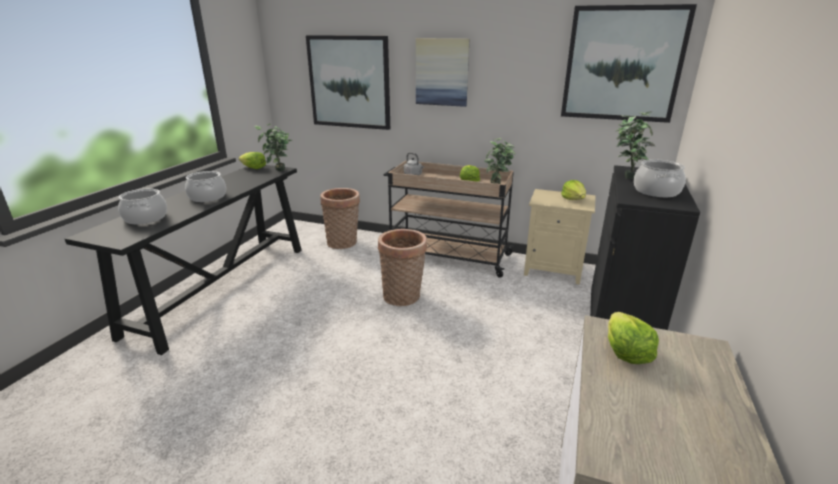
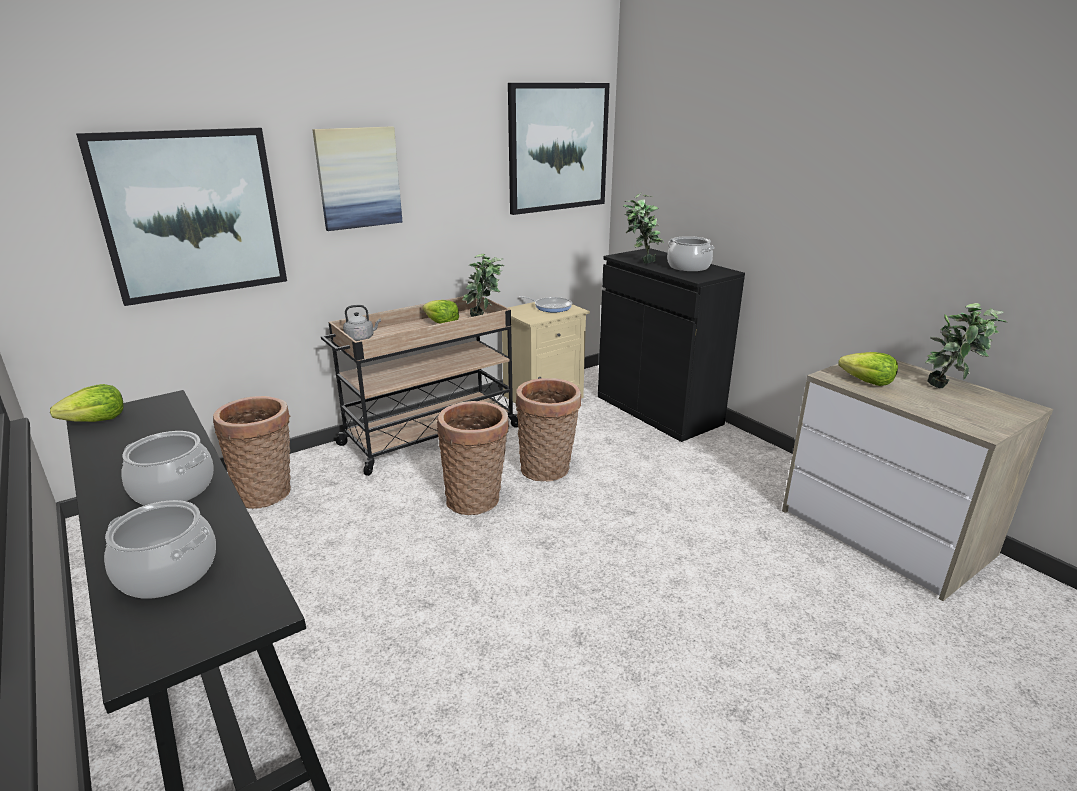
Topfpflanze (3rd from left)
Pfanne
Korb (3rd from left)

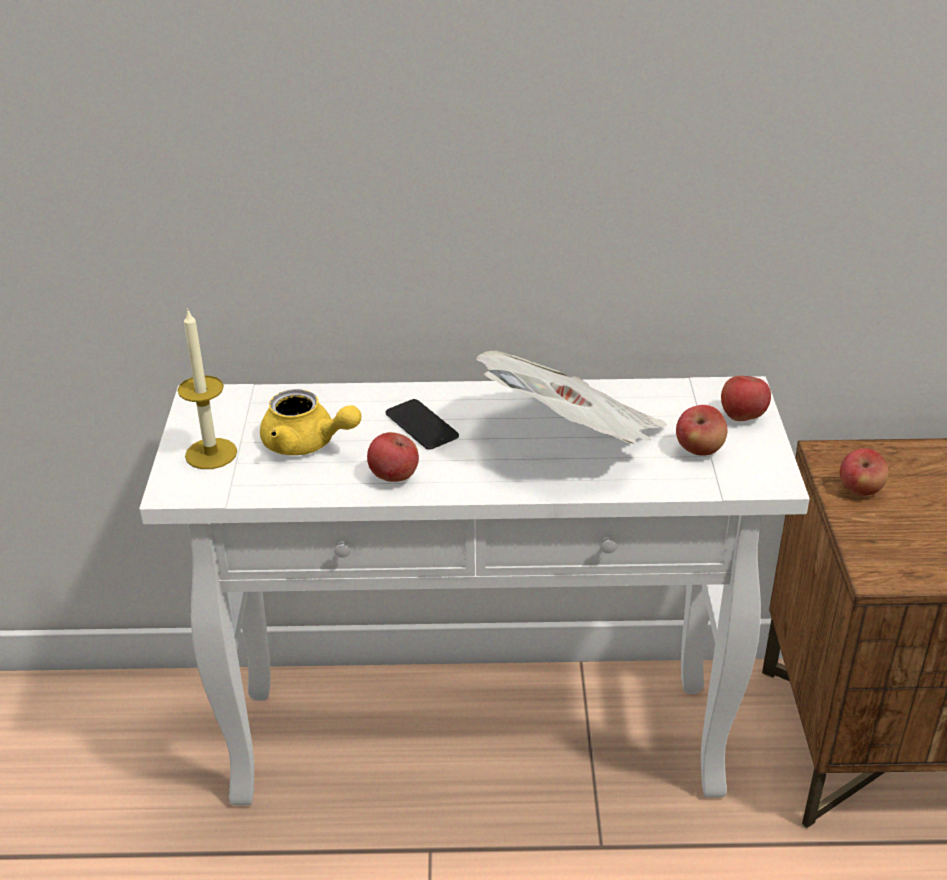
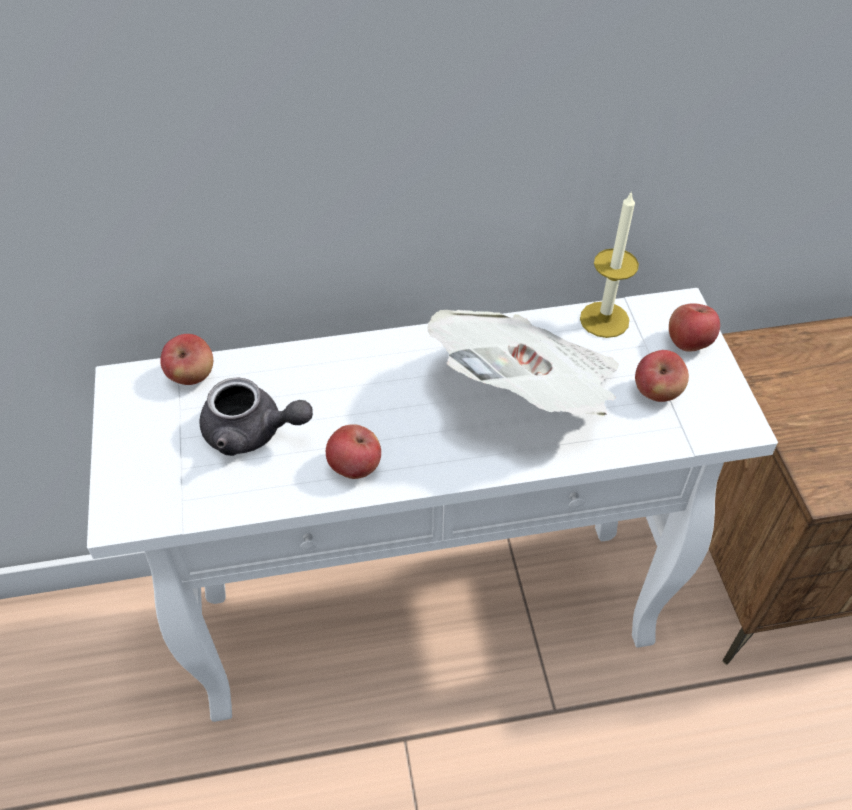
Kerze
Teekanne [grau]
Handy
Apfel (1st from left)

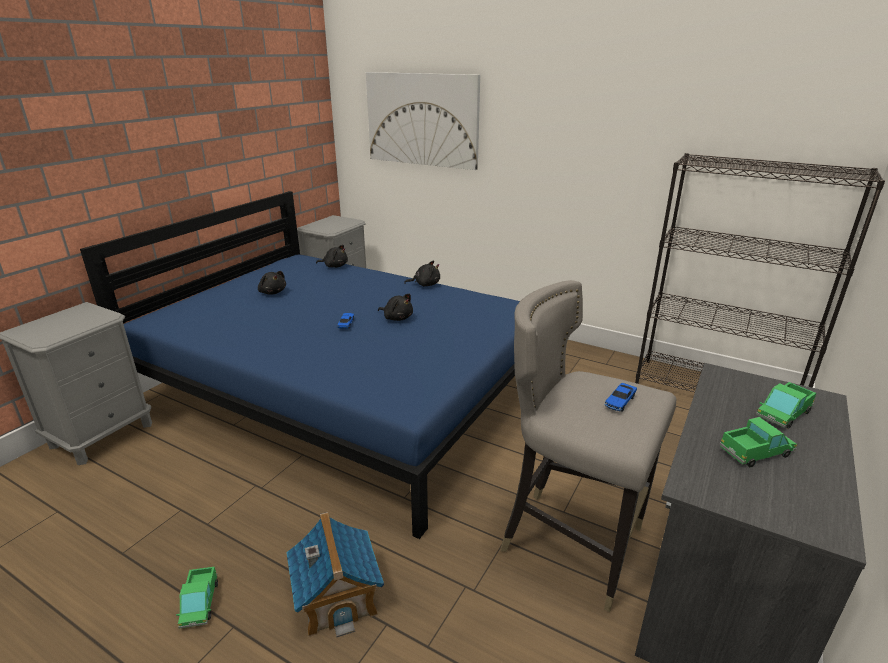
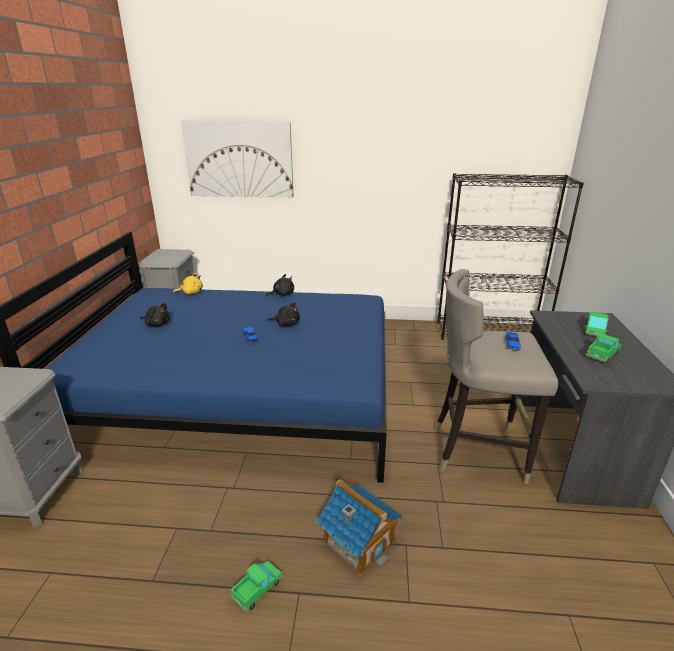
Spielzeuglaster (1st from left)
Plüschtier [gelb]

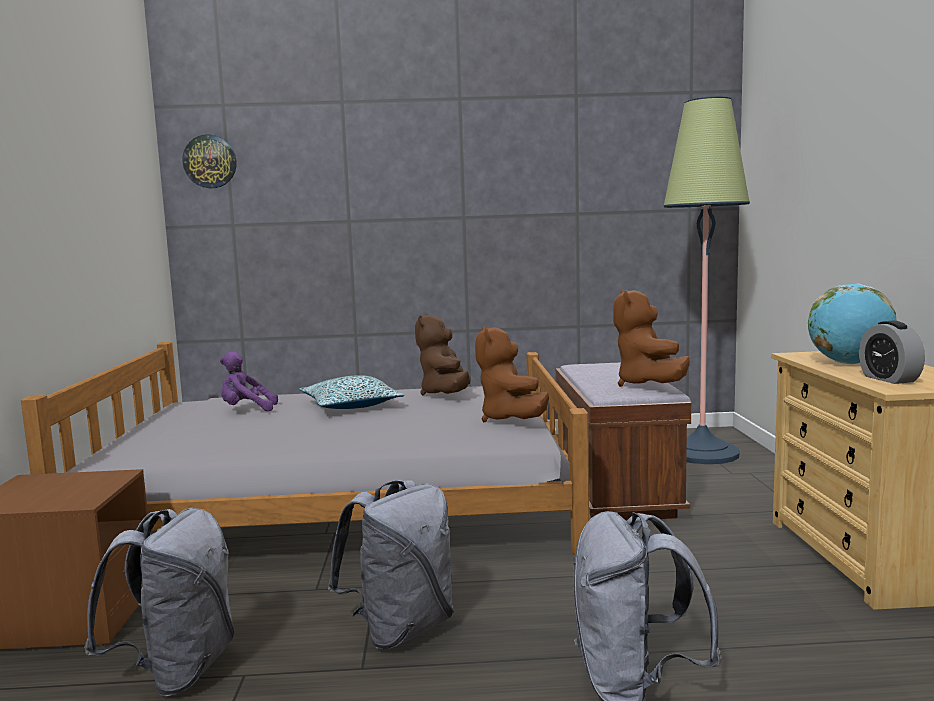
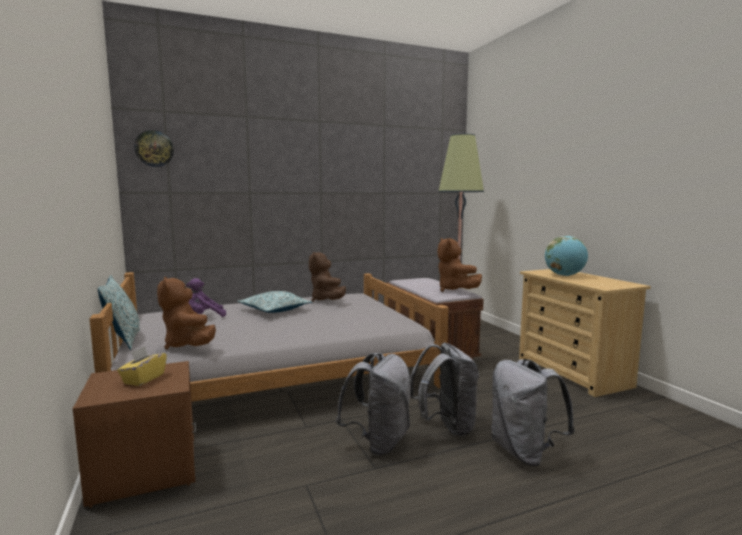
Rucksack [grau] (2nd from left)
Plüschtier [braun] (1st from left)
Wecker
Kissen (1st from left)
Taschentuchbox [gelb]

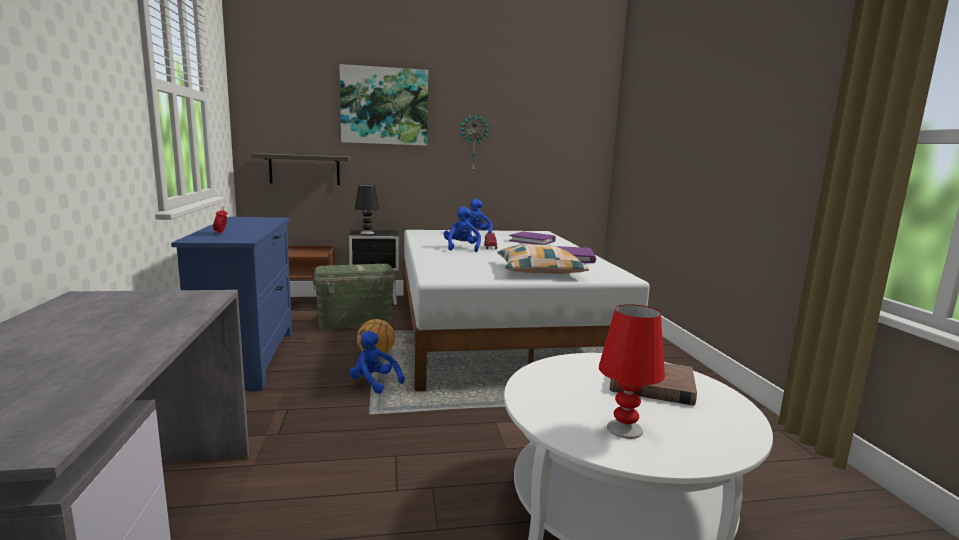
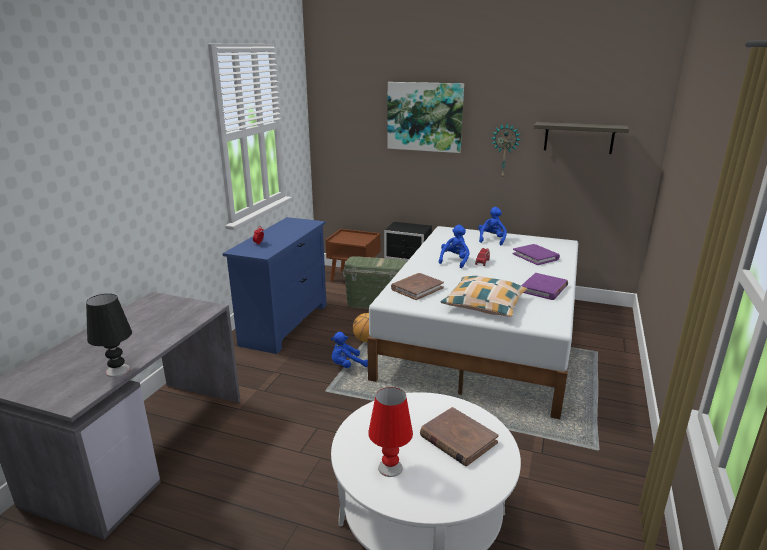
Wandregal
Plüschtier [blau] (1st from left)
Tischlampe [schwarz]
Buch [braun] (1st from left)

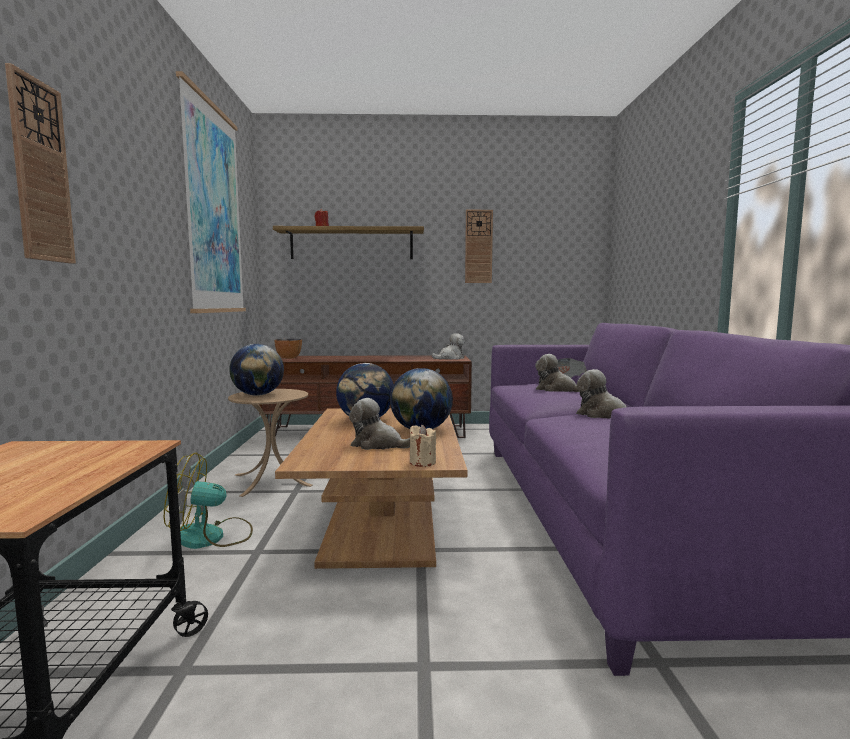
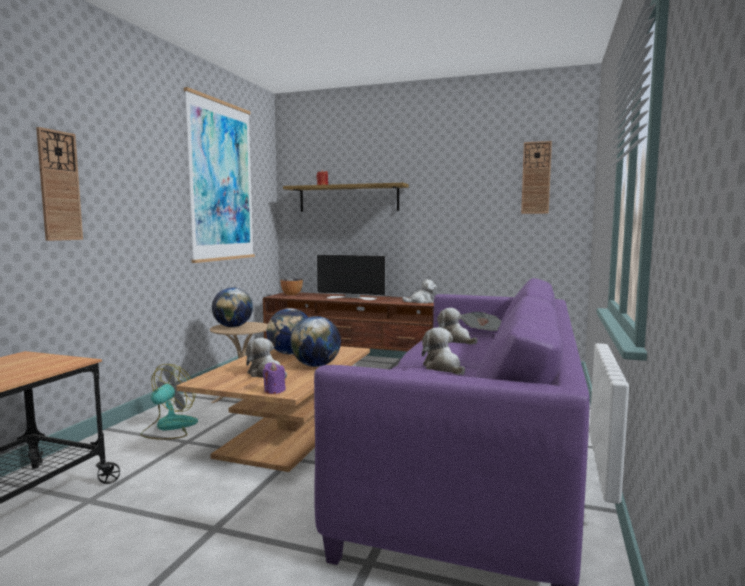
Ventilator
Kerze [lila]
Wanduhr (2nd from left)
Fernseher

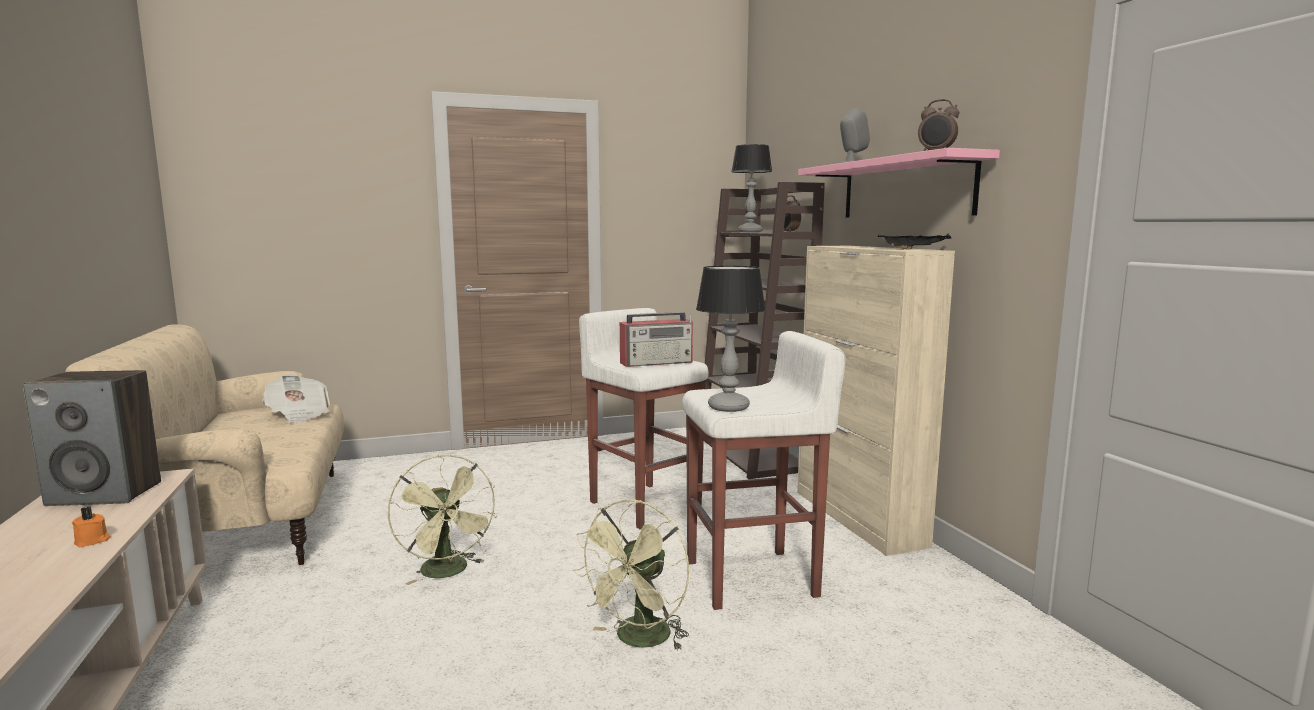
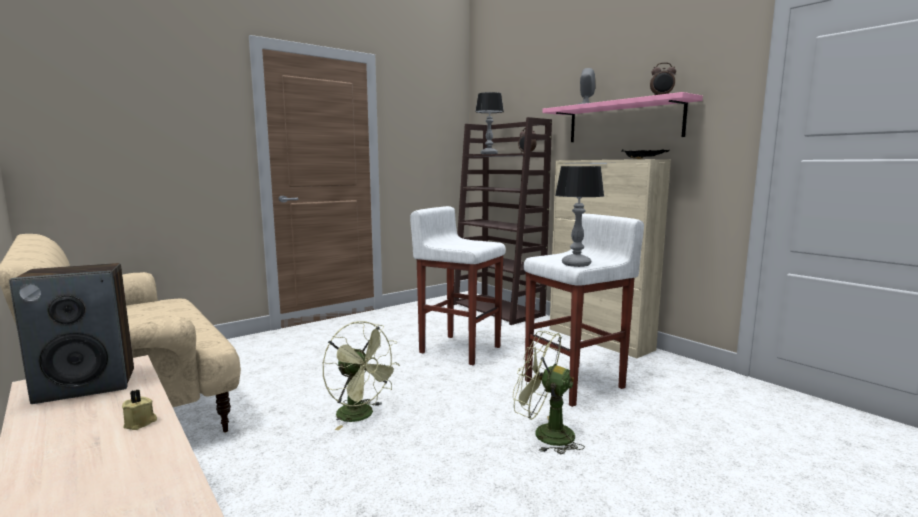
Kerze [beige]
Zeitung
Ventilator [grün] (2nd from left)
Radio

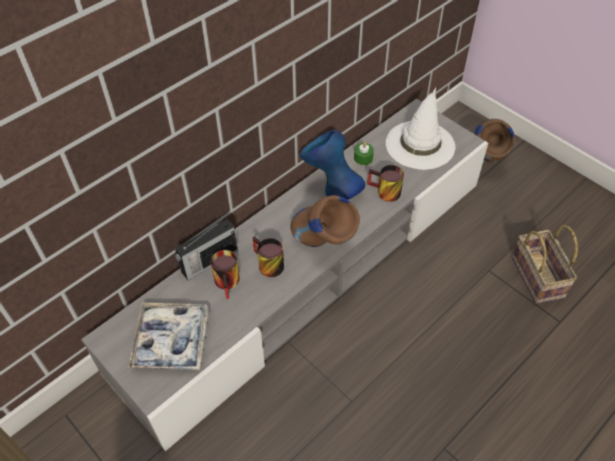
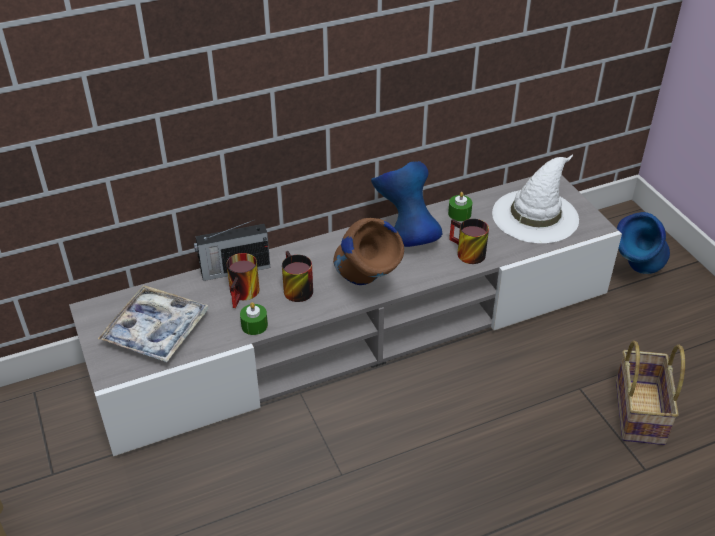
Vase [blau] (2nd from left)
Kerze [grün] (1st from left)

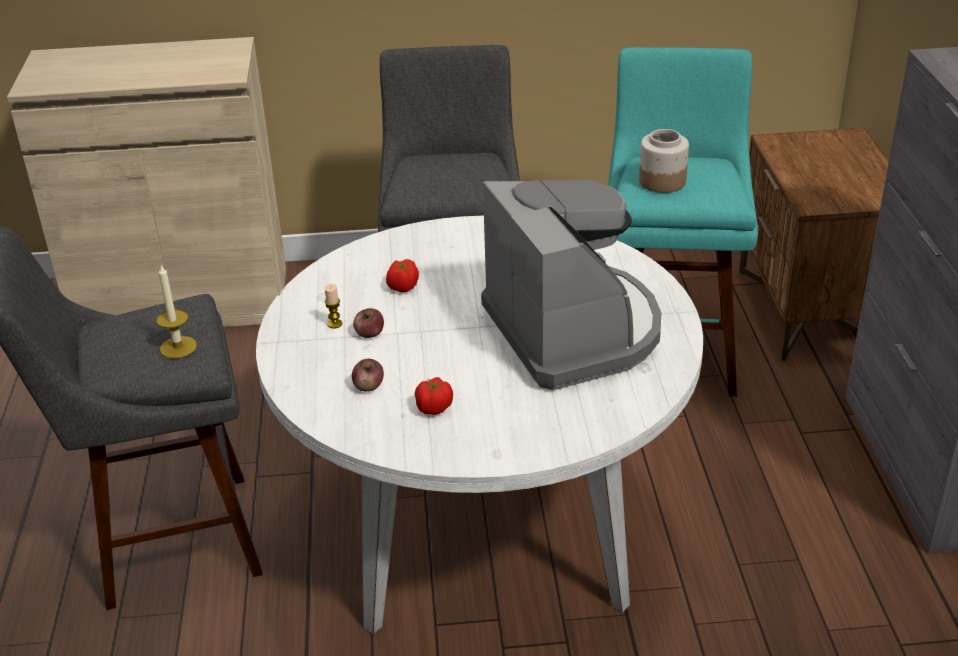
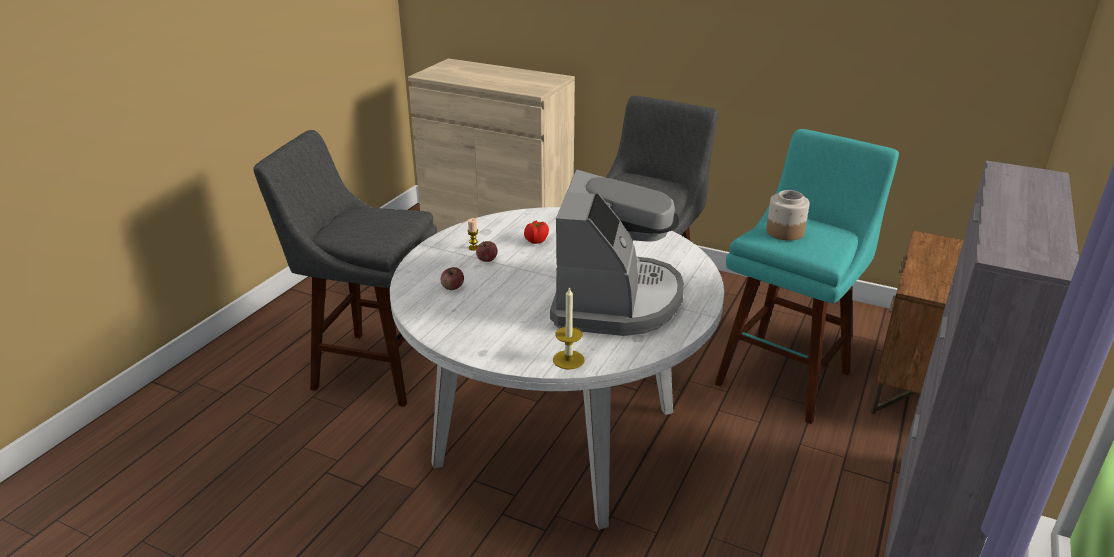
Kerze (2nd from left)
Tomate (2nd from left in the first image)

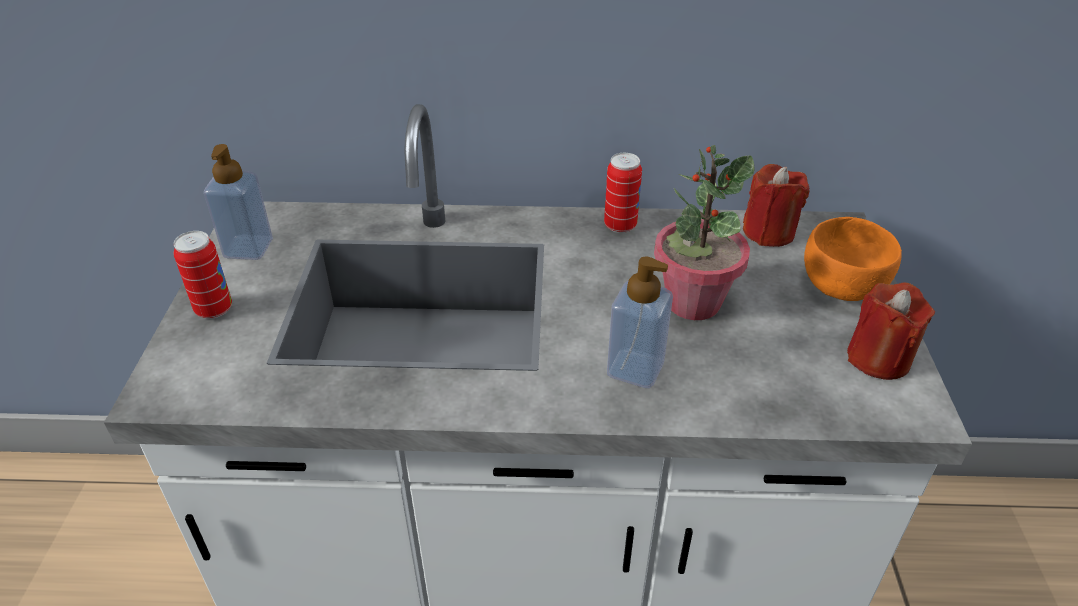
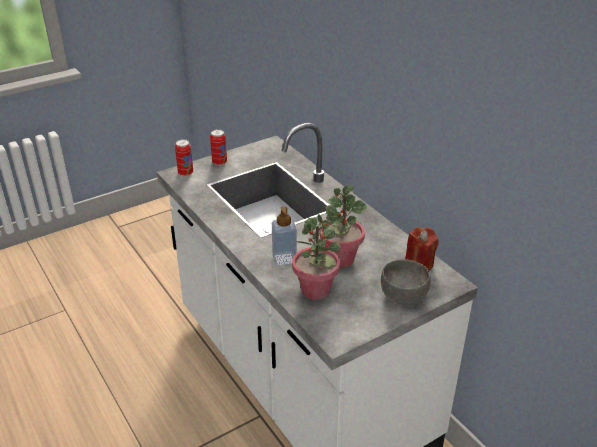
Seifenspender (1st from left in the first image)
Dose (1st from left)
Schüssel [grau]
Kerze [rot] (2nd from left in the first image)
Topfpflanze (1st from left)

